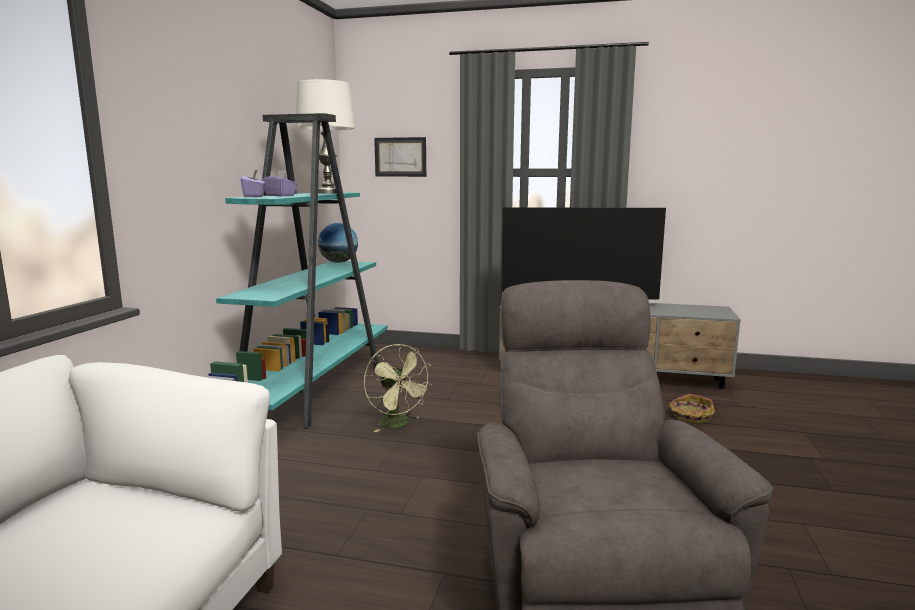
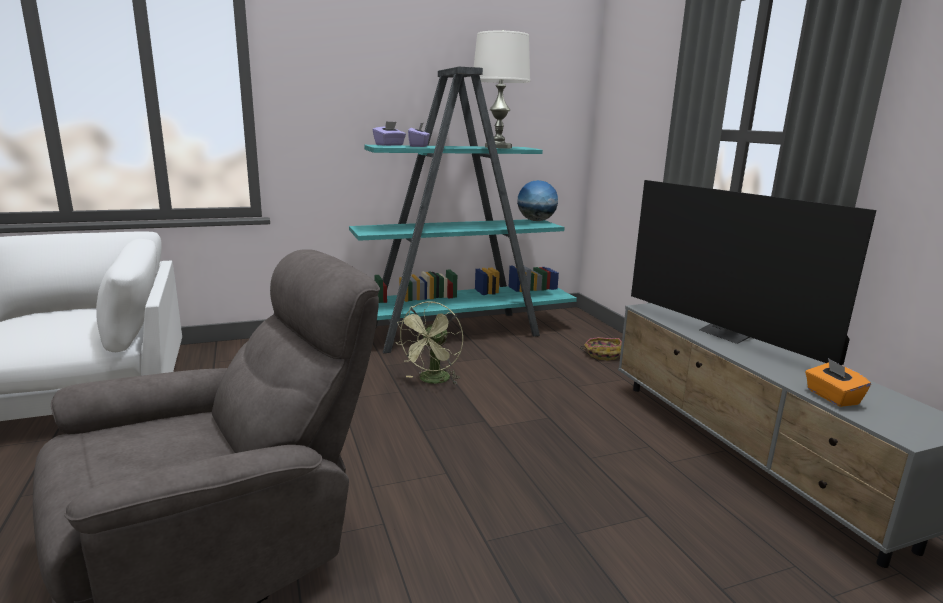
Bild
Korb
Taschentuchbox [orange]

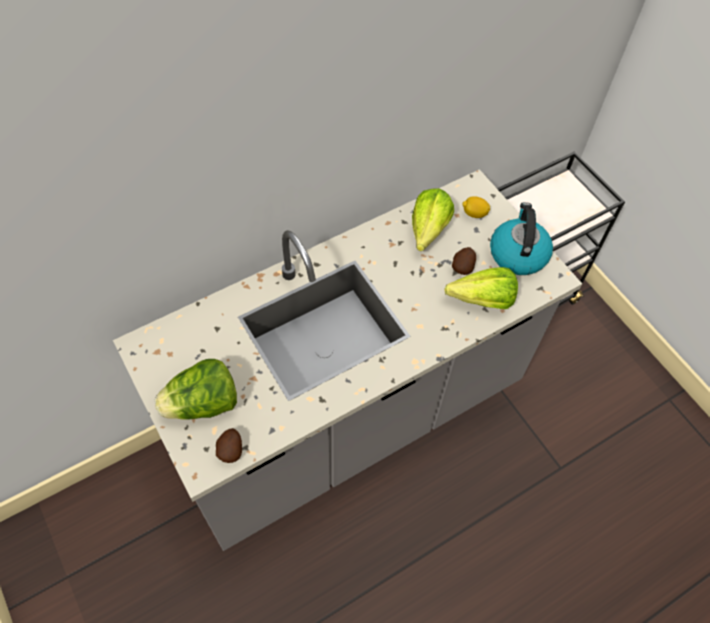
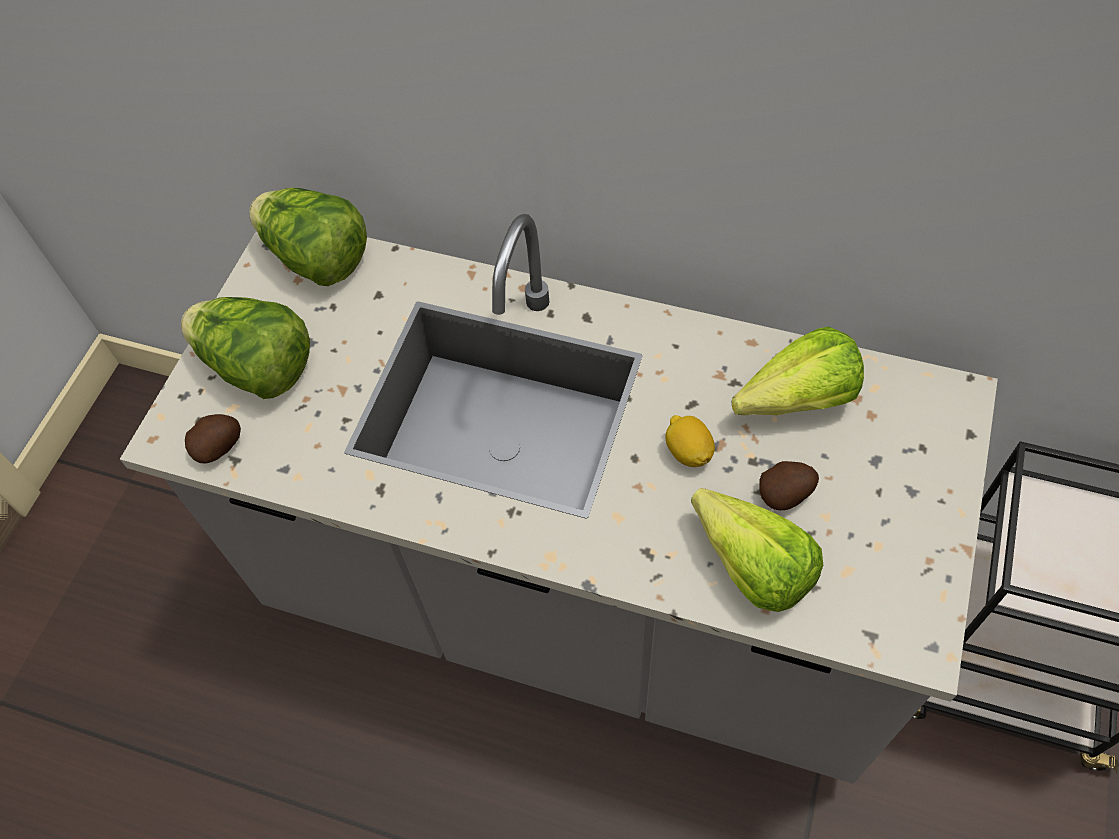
Zitrone
Wasserkessel
Salatkopf (2nd from left)

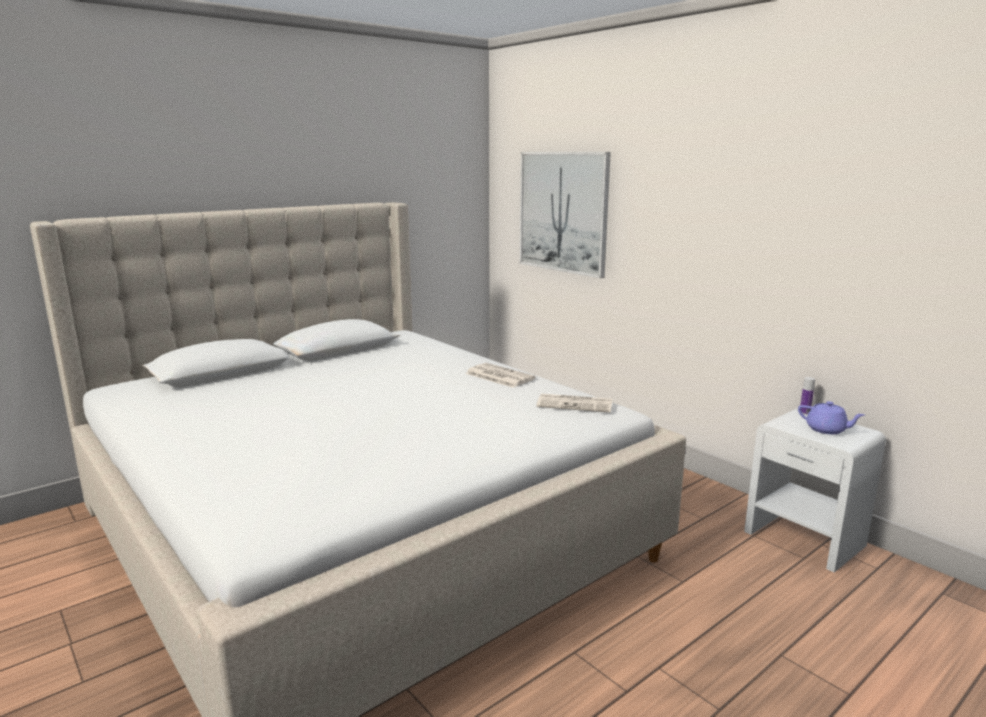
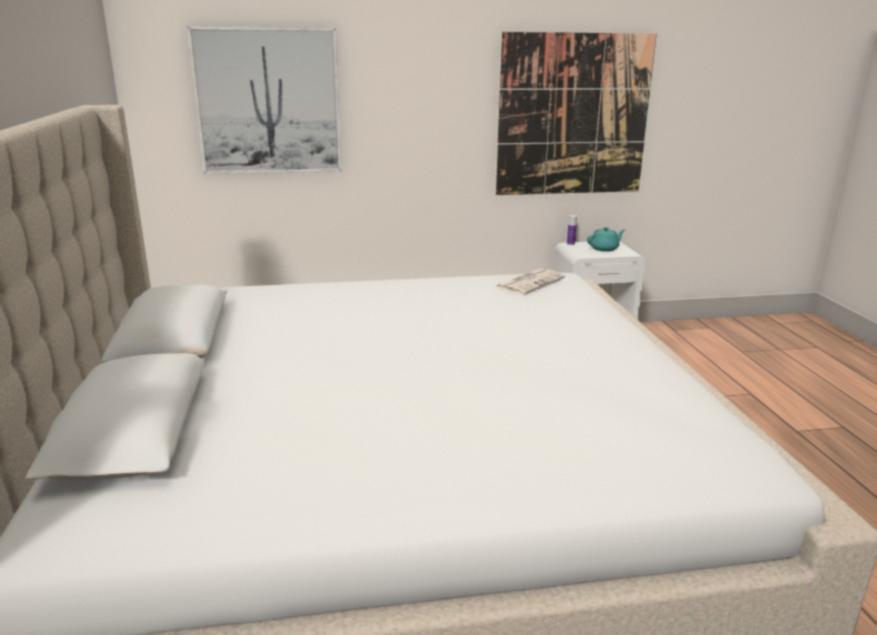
Zeitung (1st from left in the first image)
Teekanne [türkis]
Bild (2nd from left)

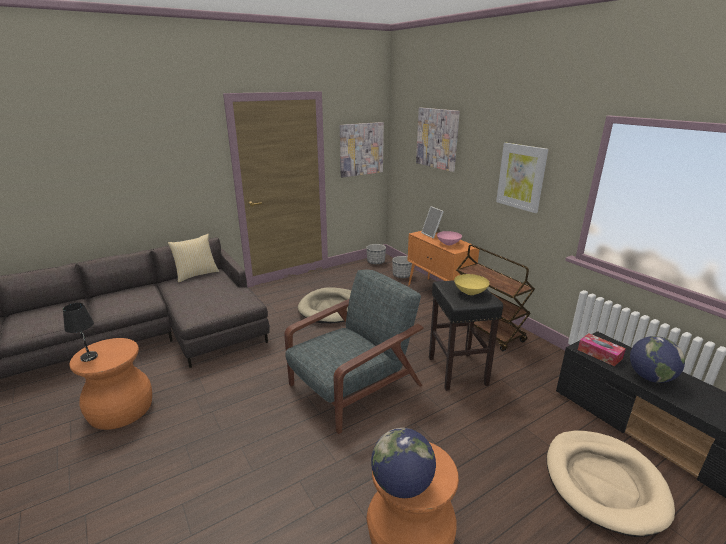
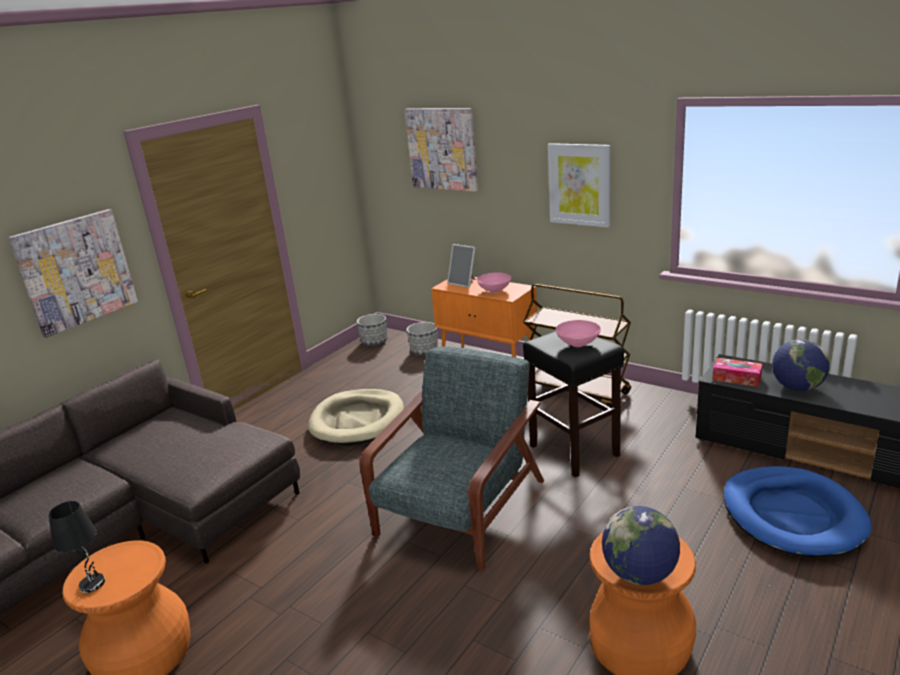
Kissen
Bild (1st from left)
Schüssel [rosa] (2nd from left)
Hundebett [blau]

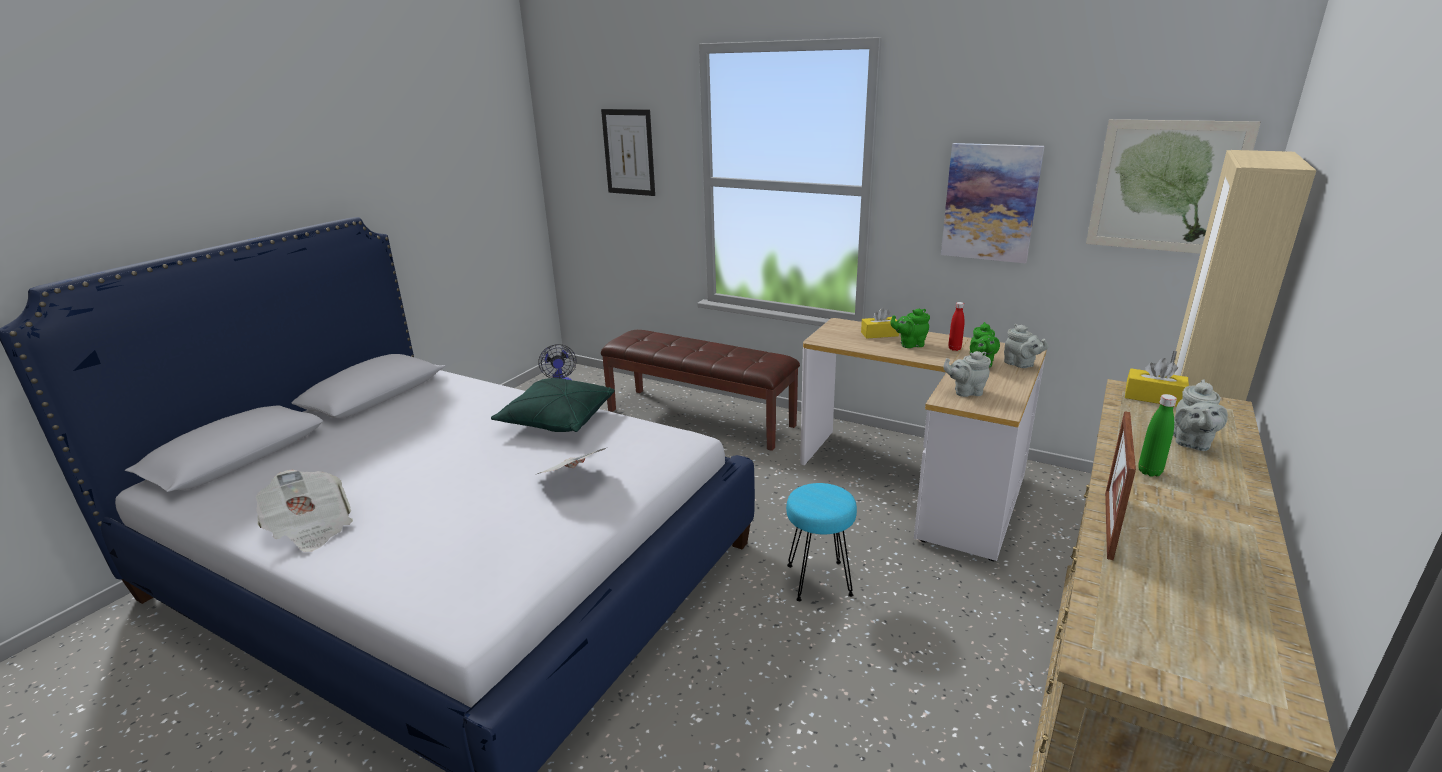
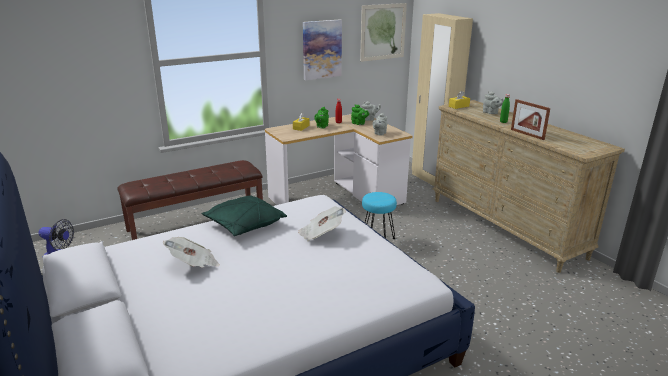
Zeitung (1st from left)
Bild (1st from left in the first image)

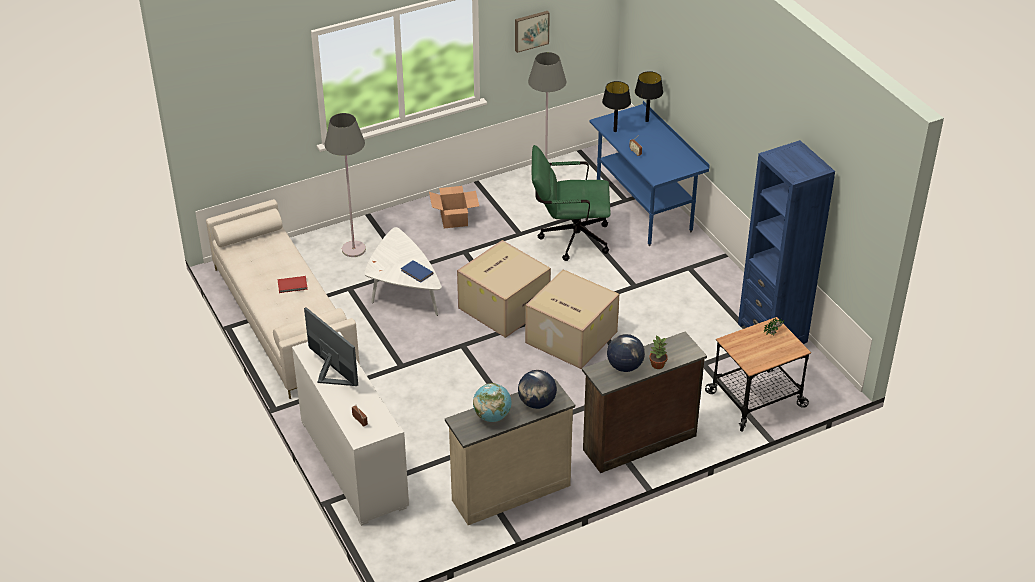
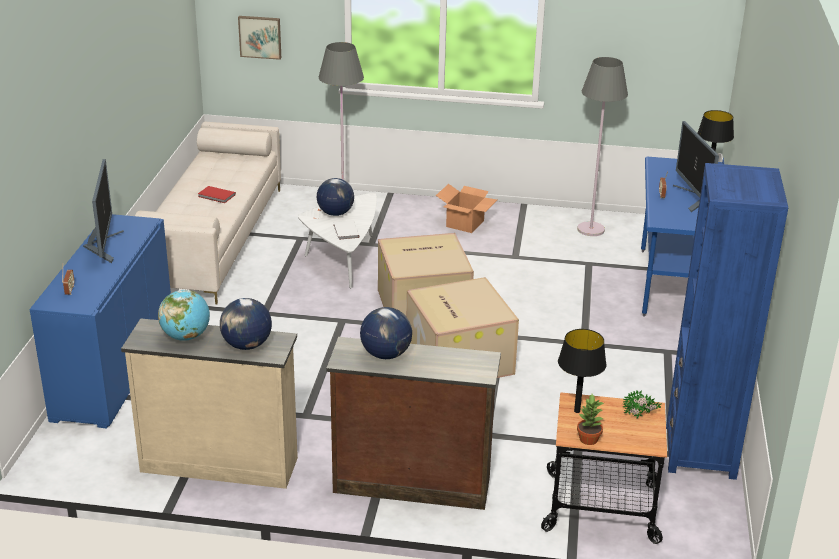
Schrank [blau]
Buch [weiß]
Bild
Bürostuhl [grün]
Tischlampe [schwarz] (1st from left)
Topfpflanze (1st from left)
Globus (3rd from left)
Monitor (2nd from left)

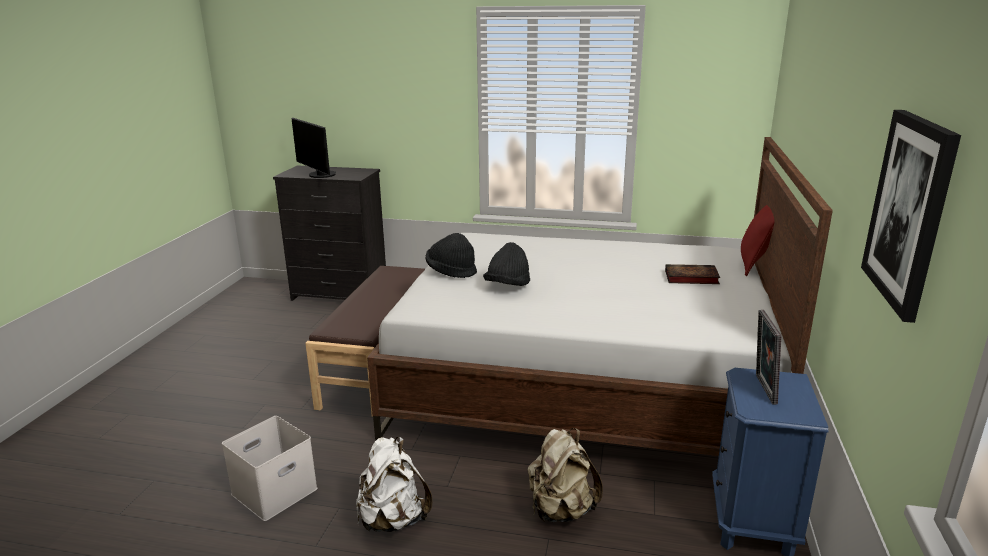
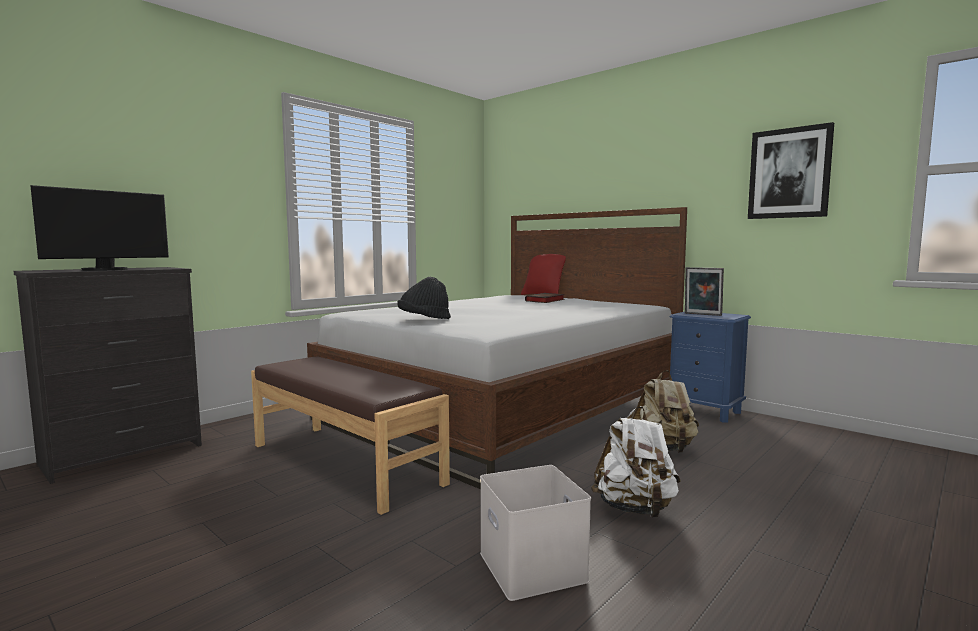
Monitor
Hut [schwarz] (2nd from left in the first image)

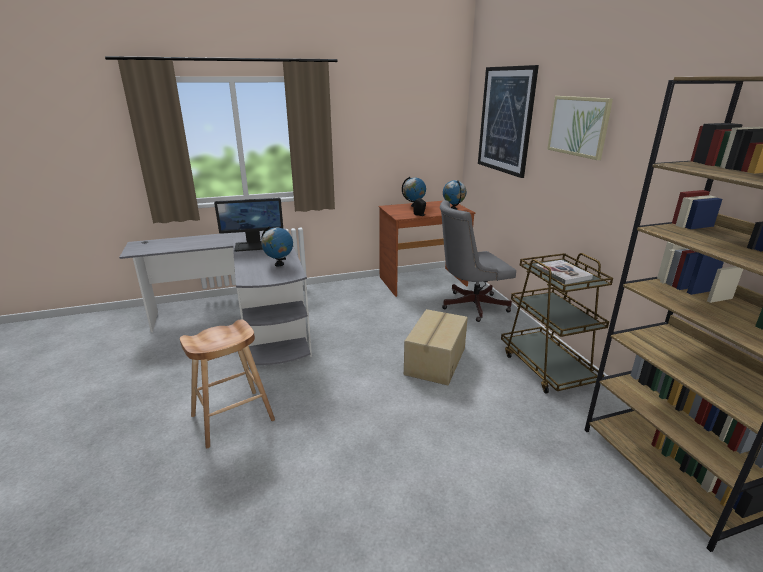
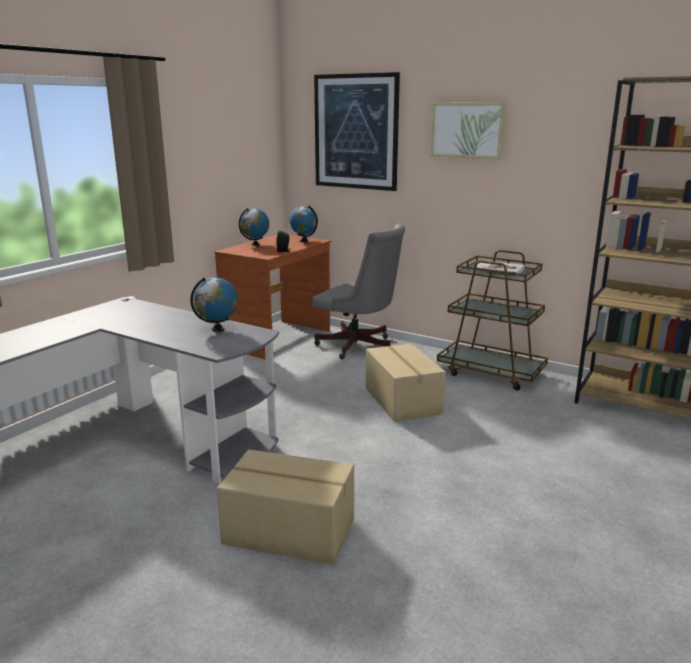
Karton (1st from left)
Monitor
Bürostuhl [grau]

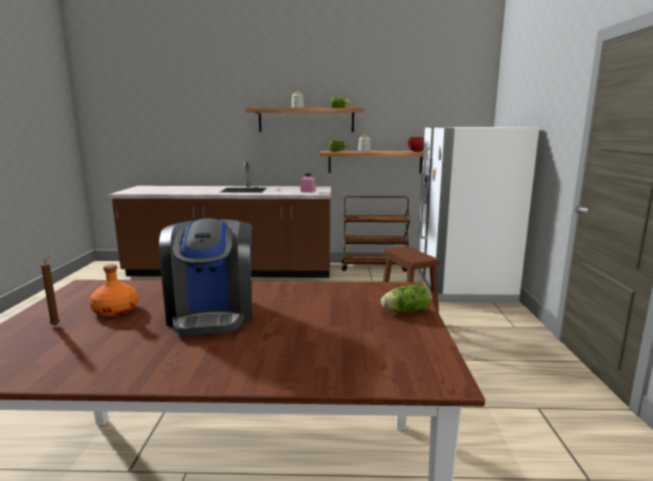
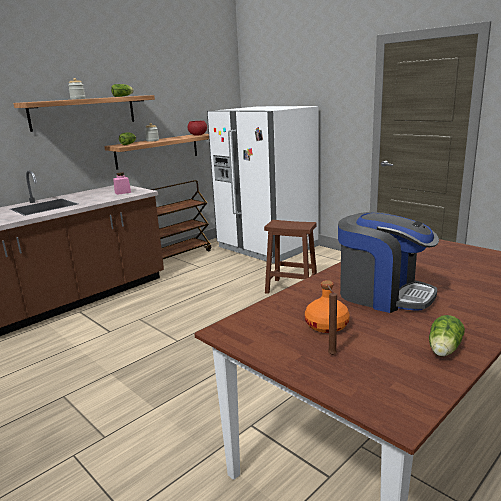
Salatkopf (3rd from left)

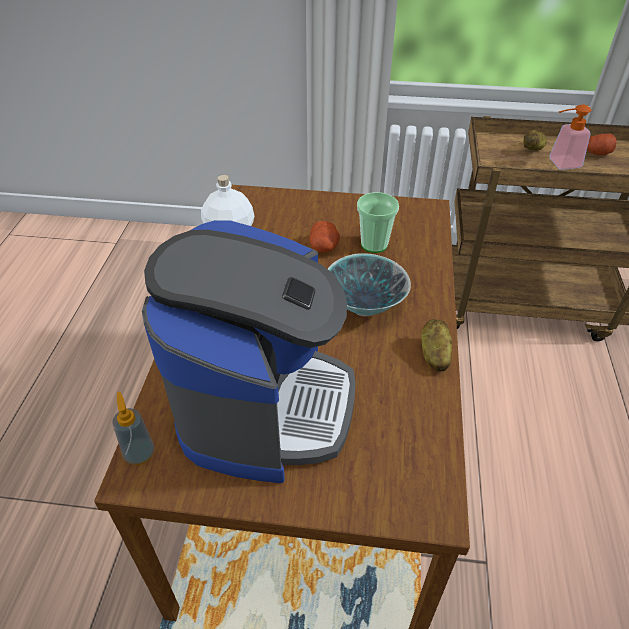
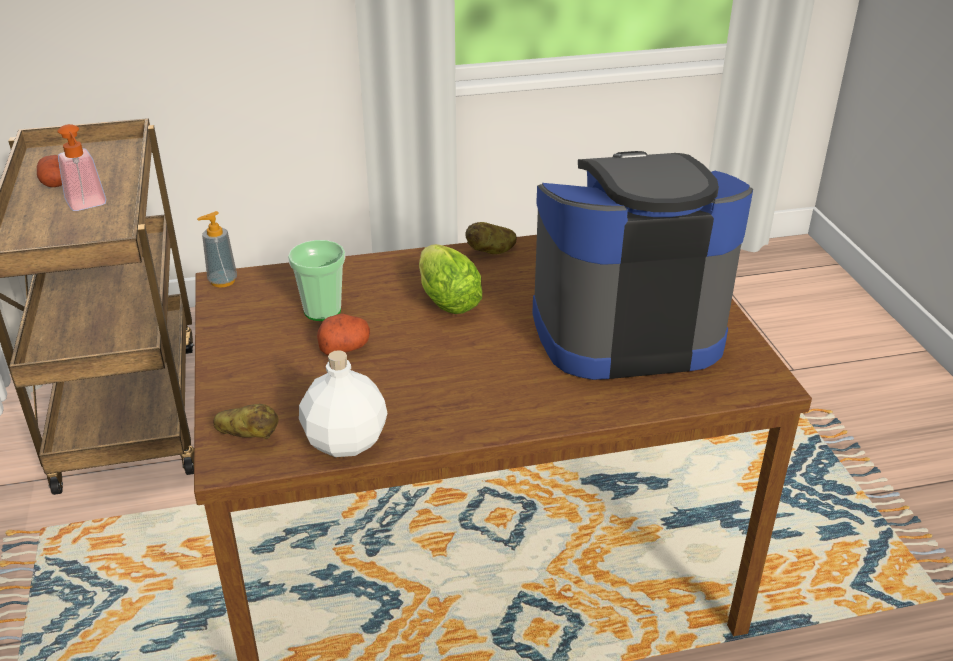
Seifenspender (2nd from left)
Salatkopf
Kartoffel (2nd from left)

